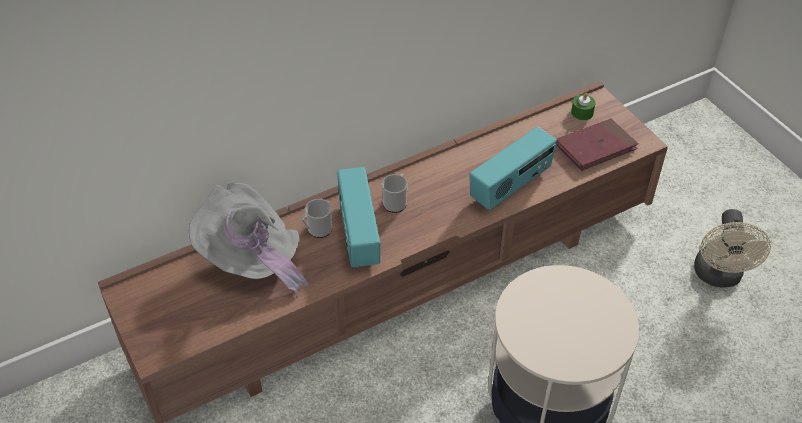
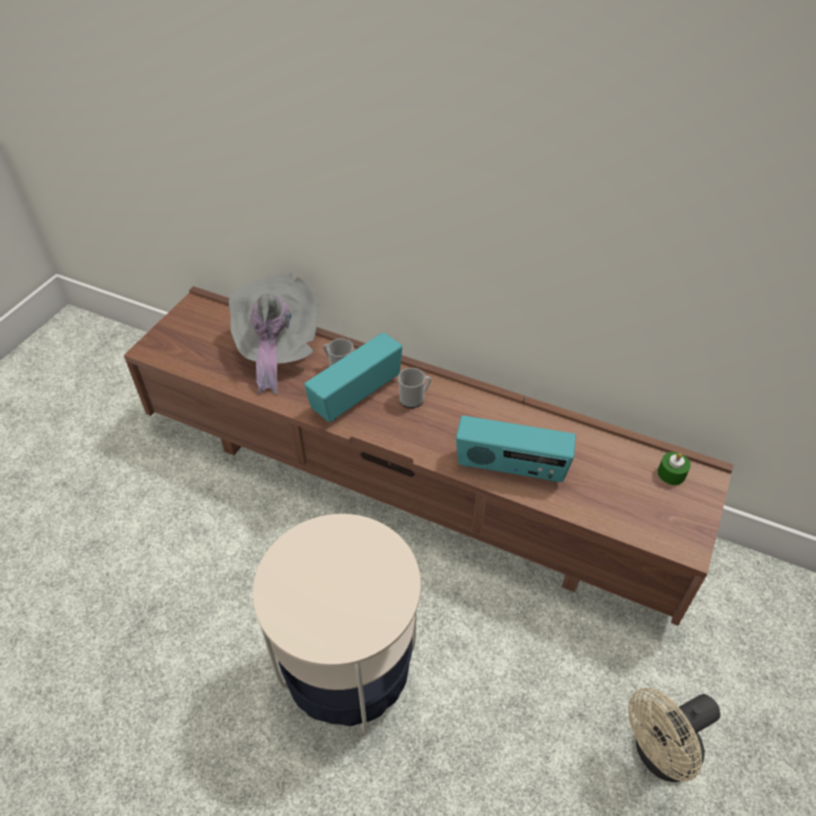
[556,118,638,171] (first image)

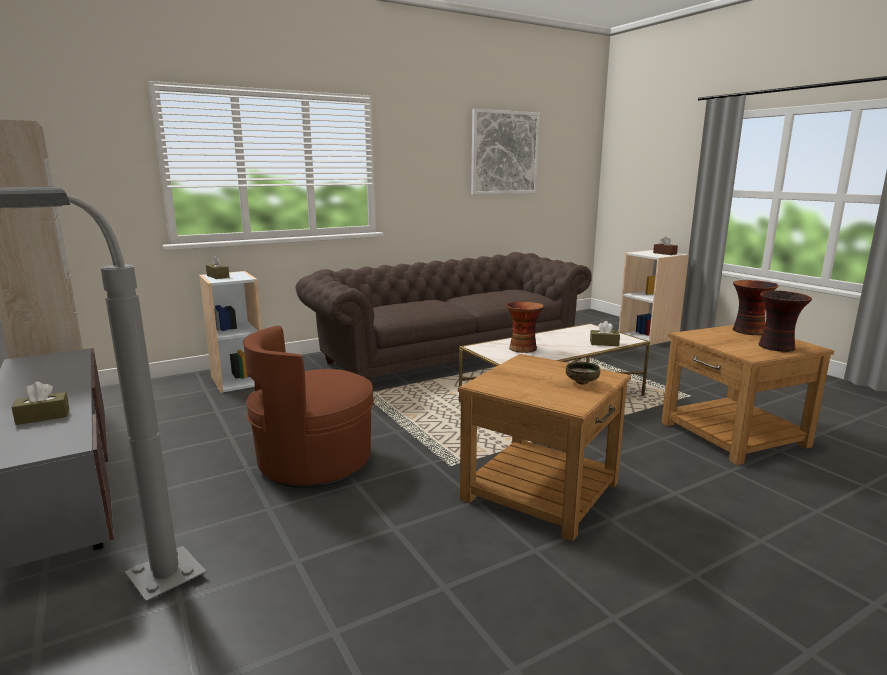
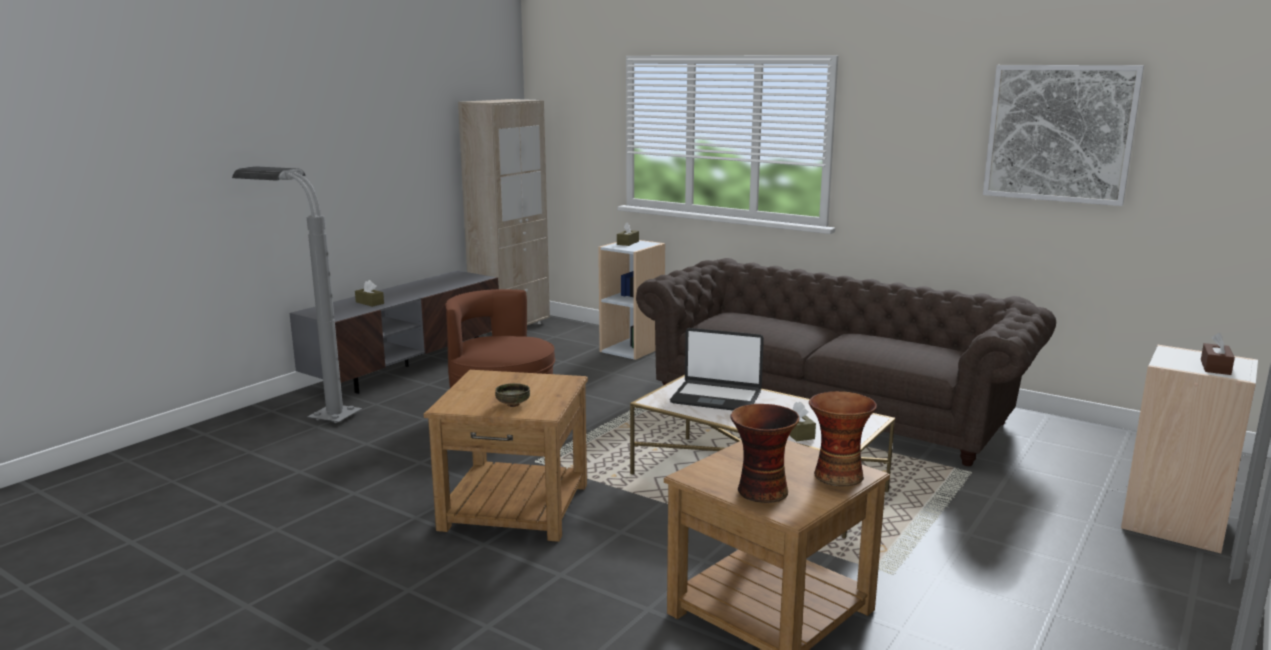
[670,328,764,410]

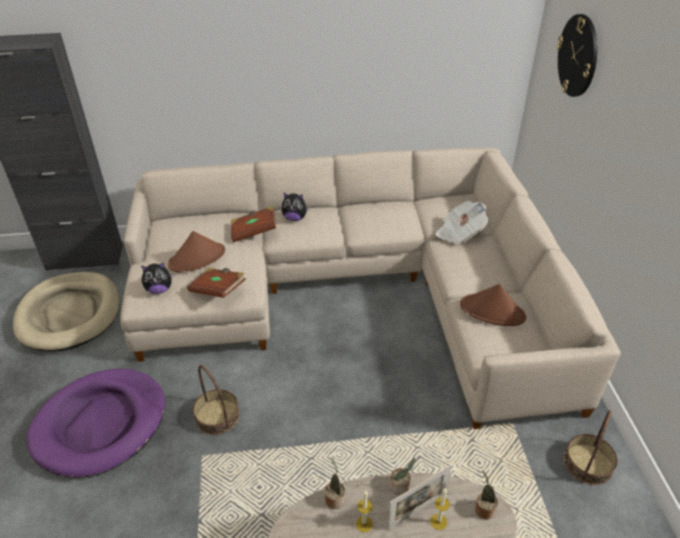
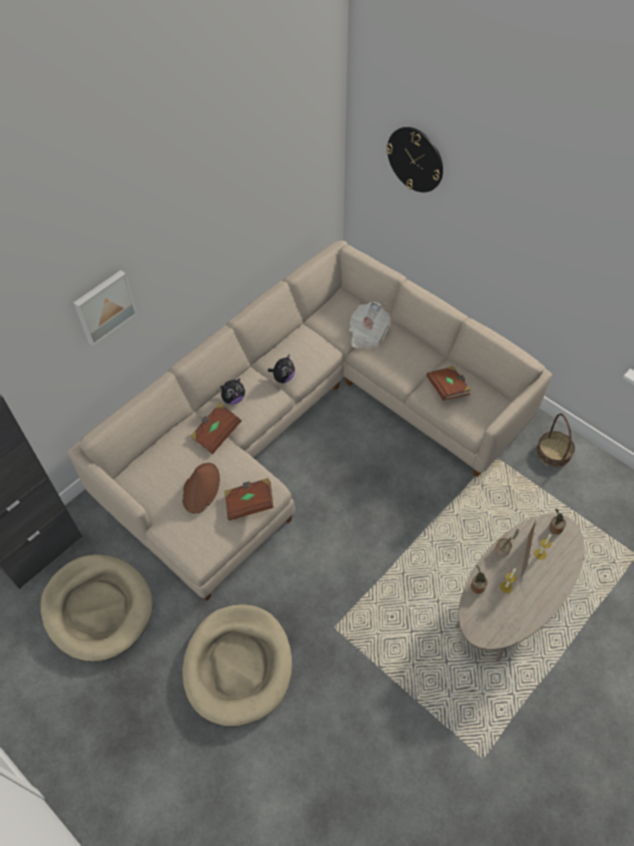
[268,354,295,383]
[427,366,471,401]
[193,365,240,435] (first image)
[183,604,292,726]
[73,270,137,346]

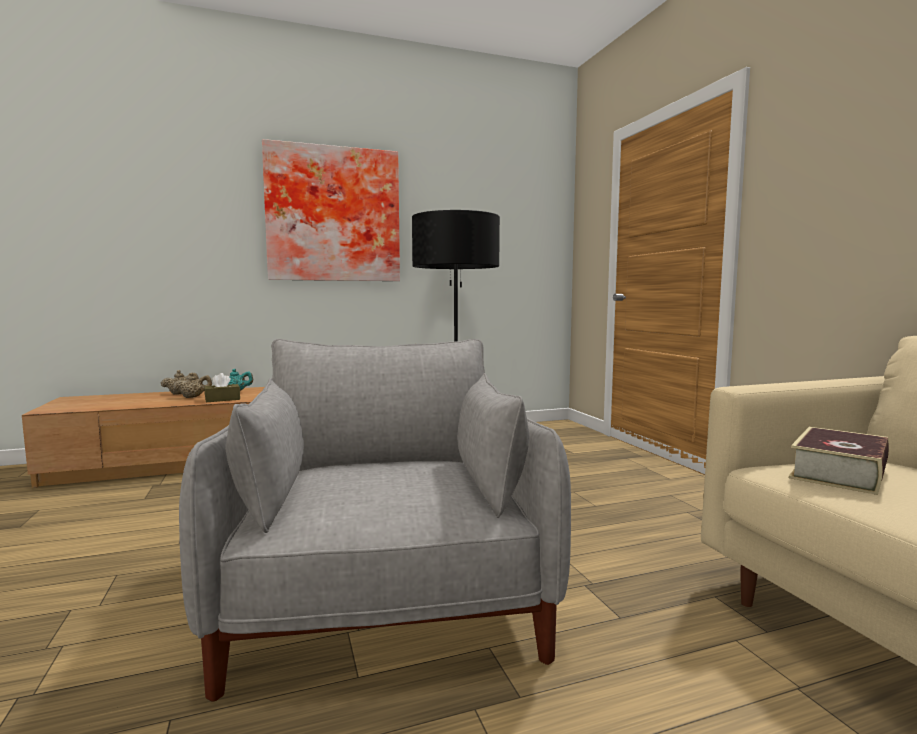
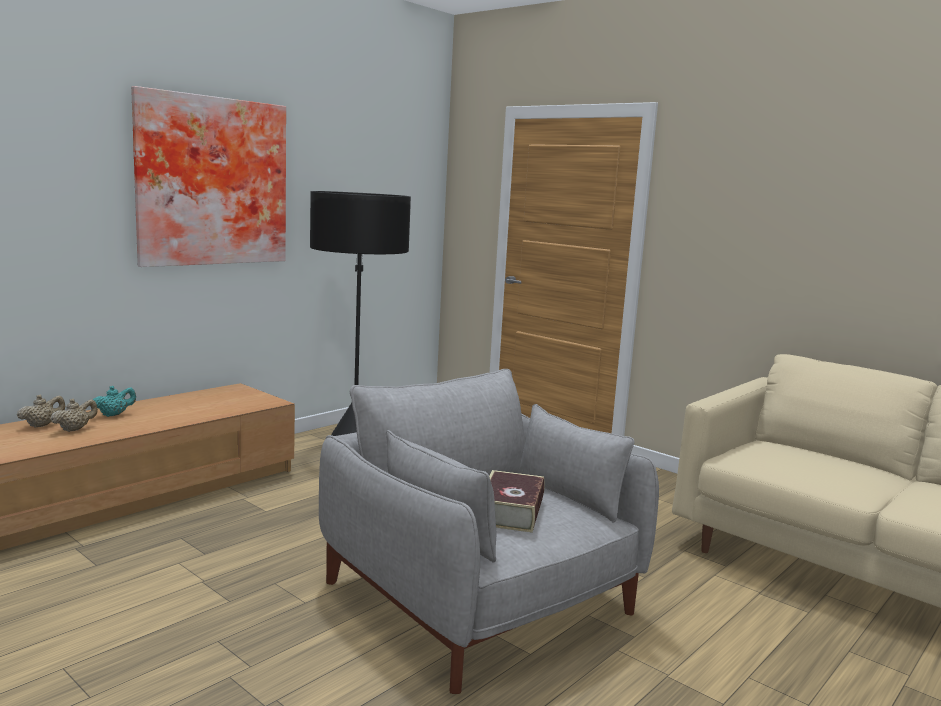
[204,373,240,402] (first image)
[489,470,545,533]

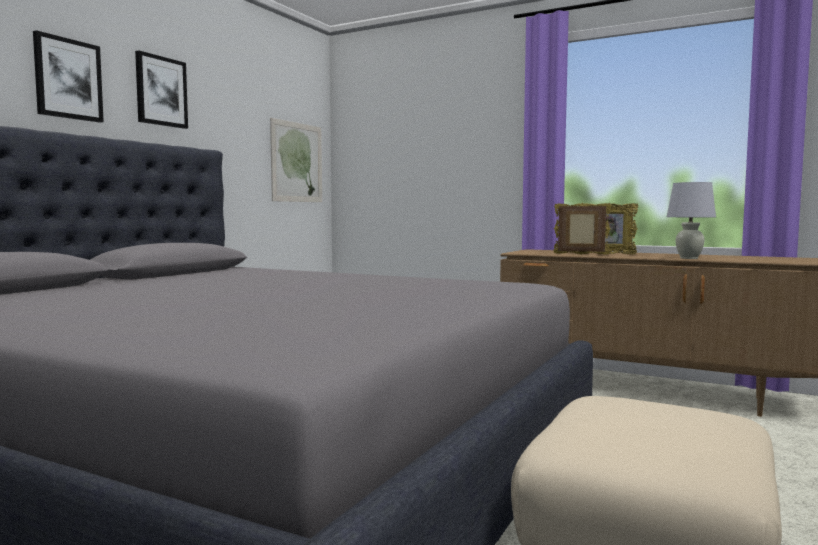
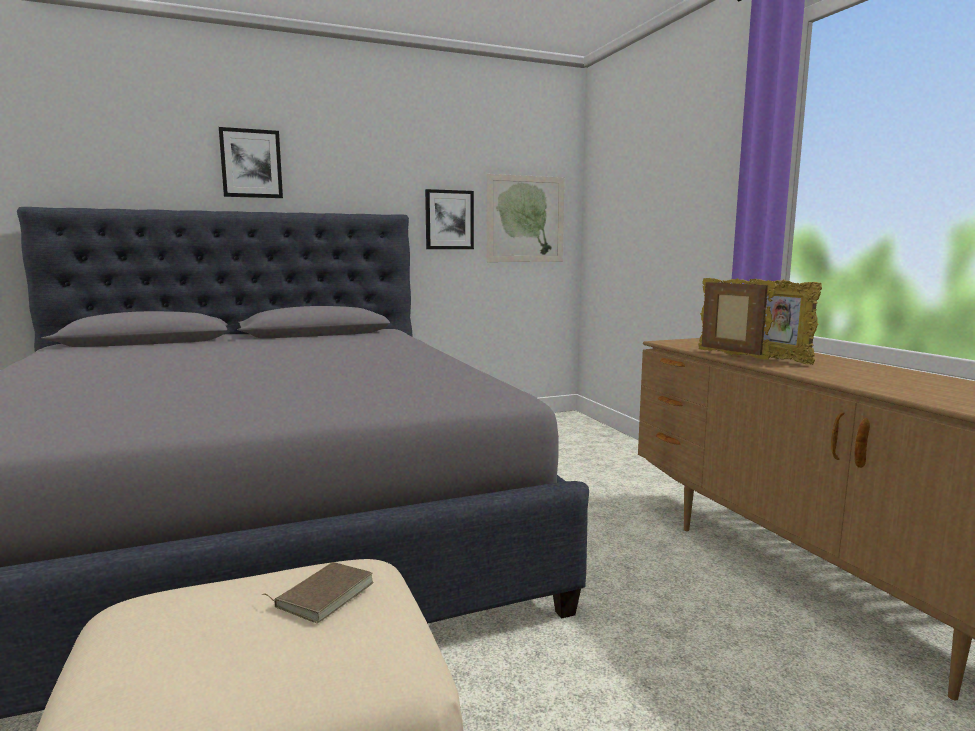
[425,189,474,249]
[667,182,716,259] (first image)
[262,562,373,623]

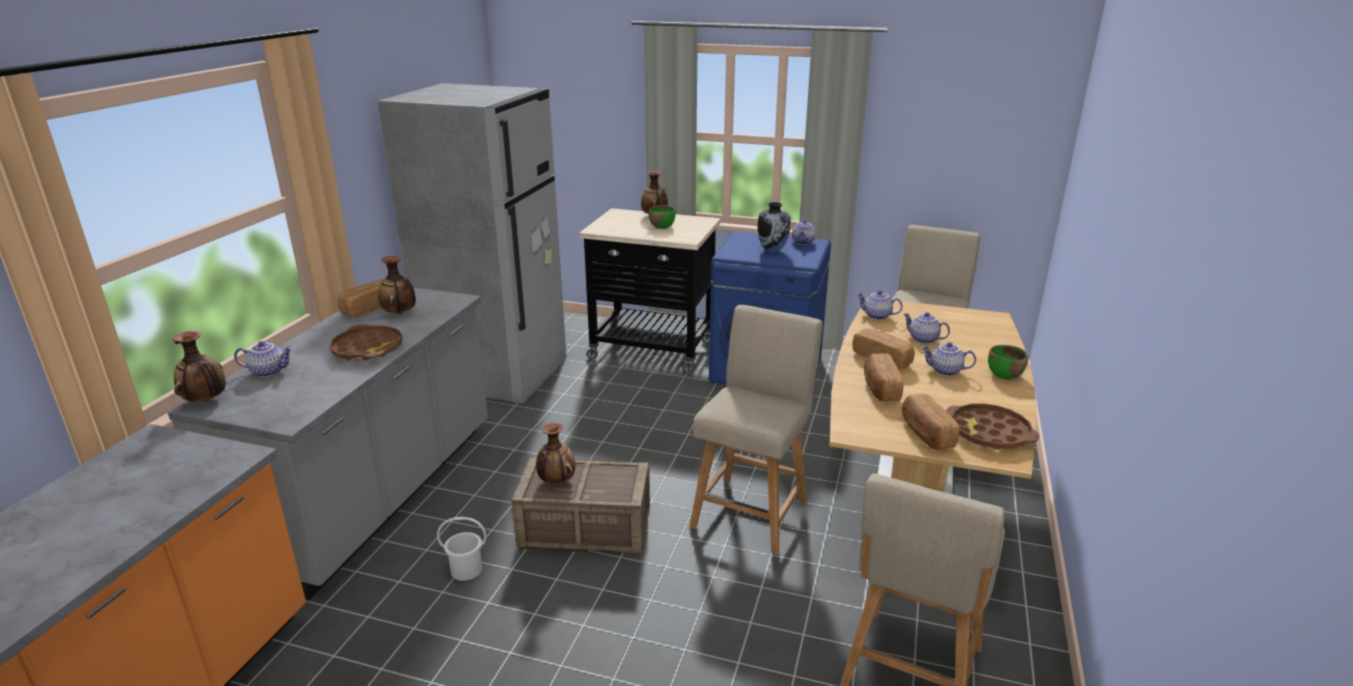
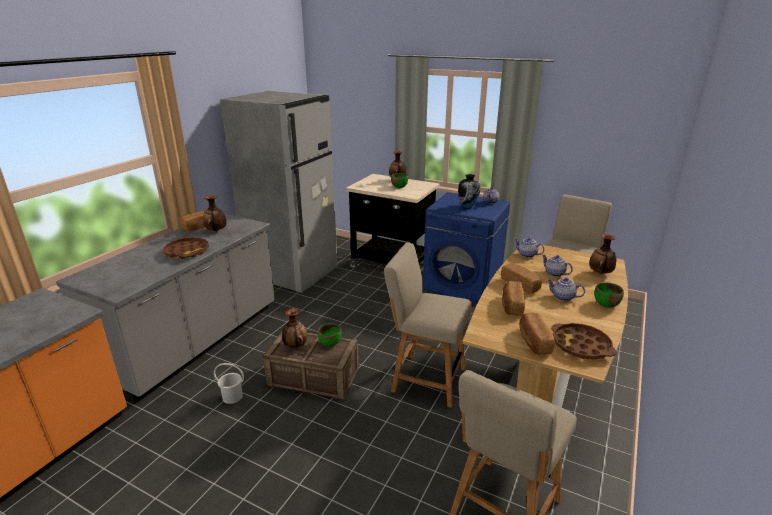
[384,243,471,408]
[589,234,616,274]
[234,341,293,377] (first image)
[318,323,342,347]

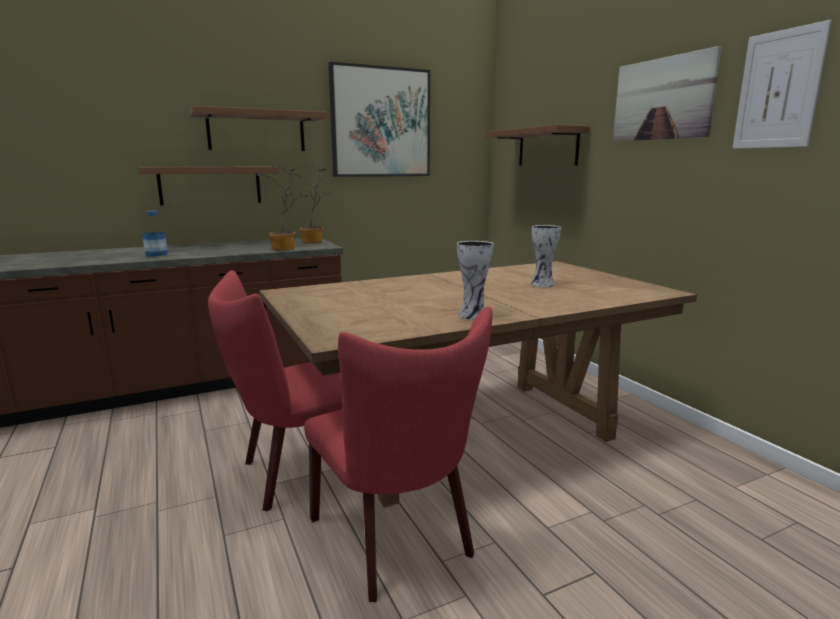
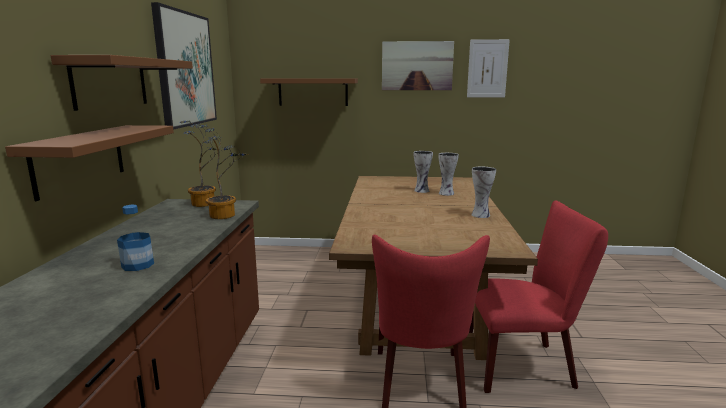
[438,153,459,196]

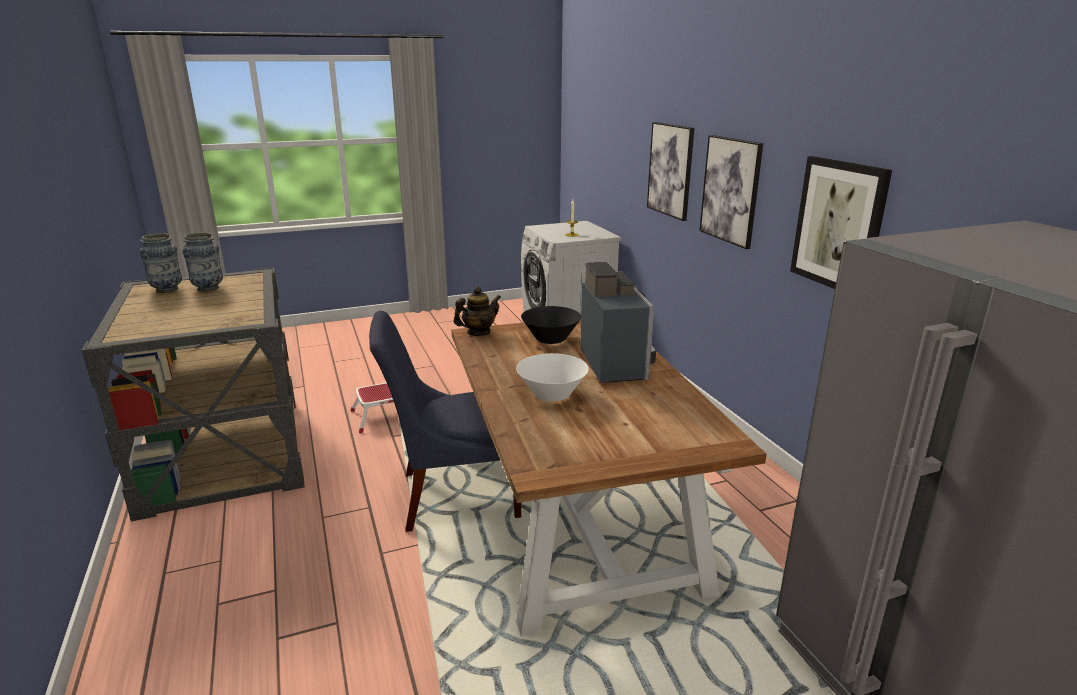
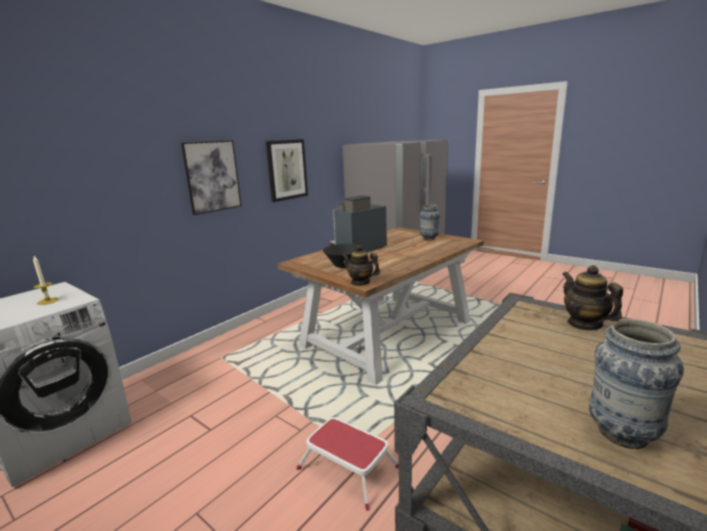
[647,122,694,221] (first image)
[420,204,440,240]
[369,311,521,532] (first image)
[516,353,589,402] (first image)
[562,265,623,331]

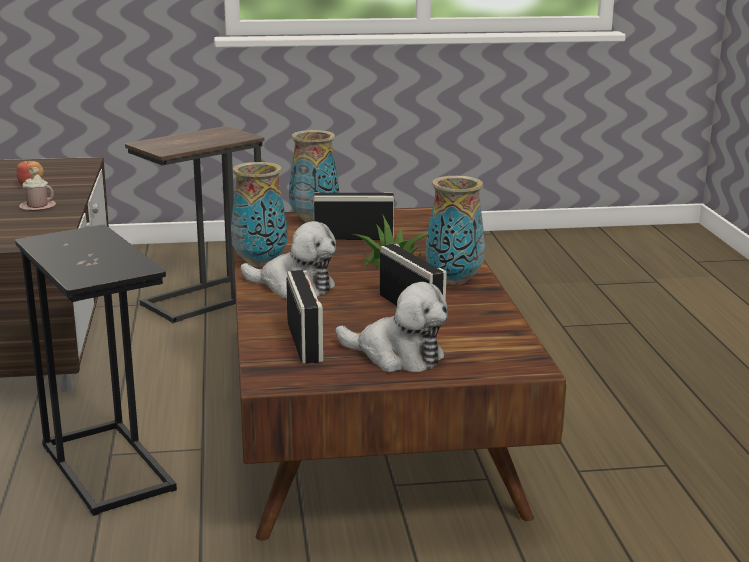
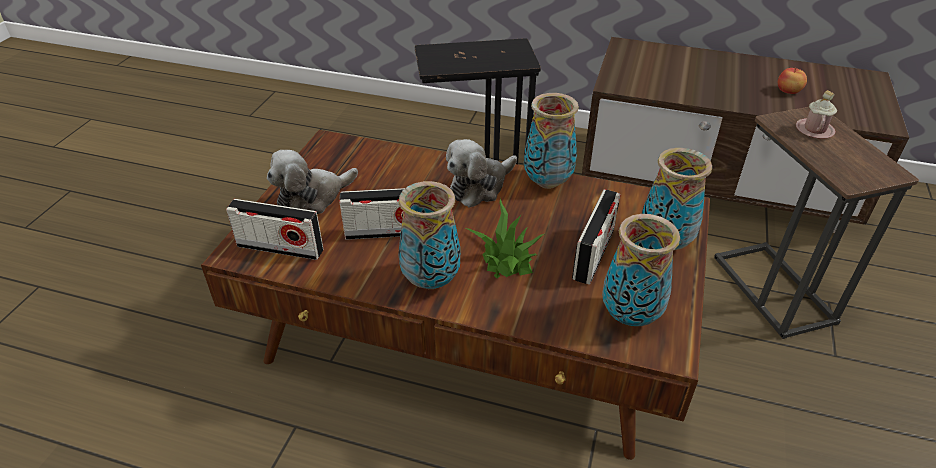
[796,90,837,139]
[226,199,323,260]
[602,214,680,326]

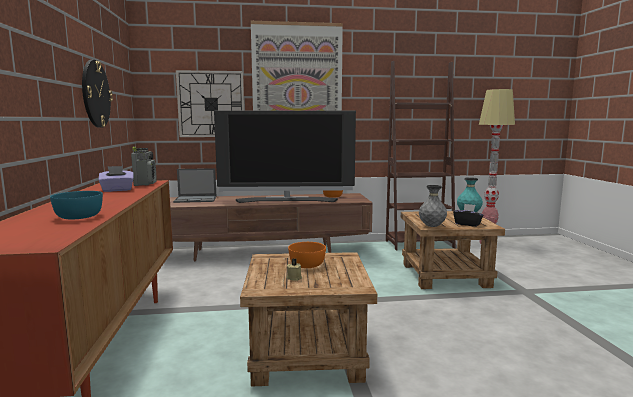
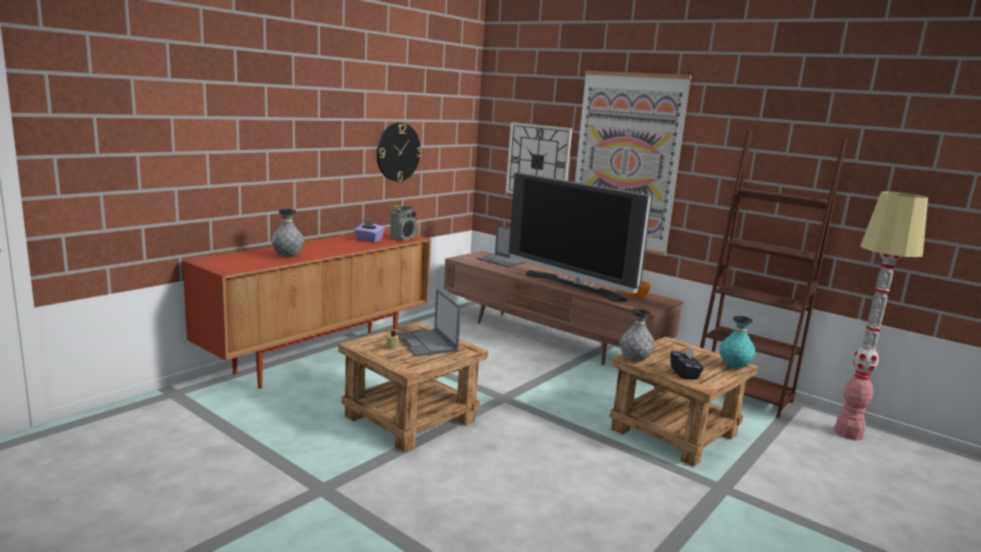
[271,209,304,257]
[395,289,461,357]

